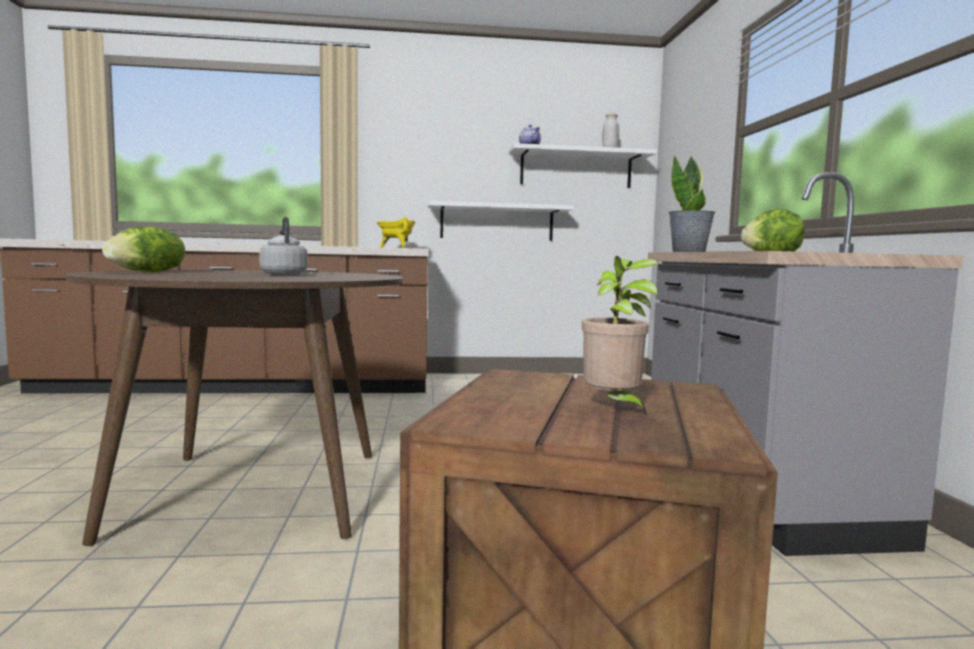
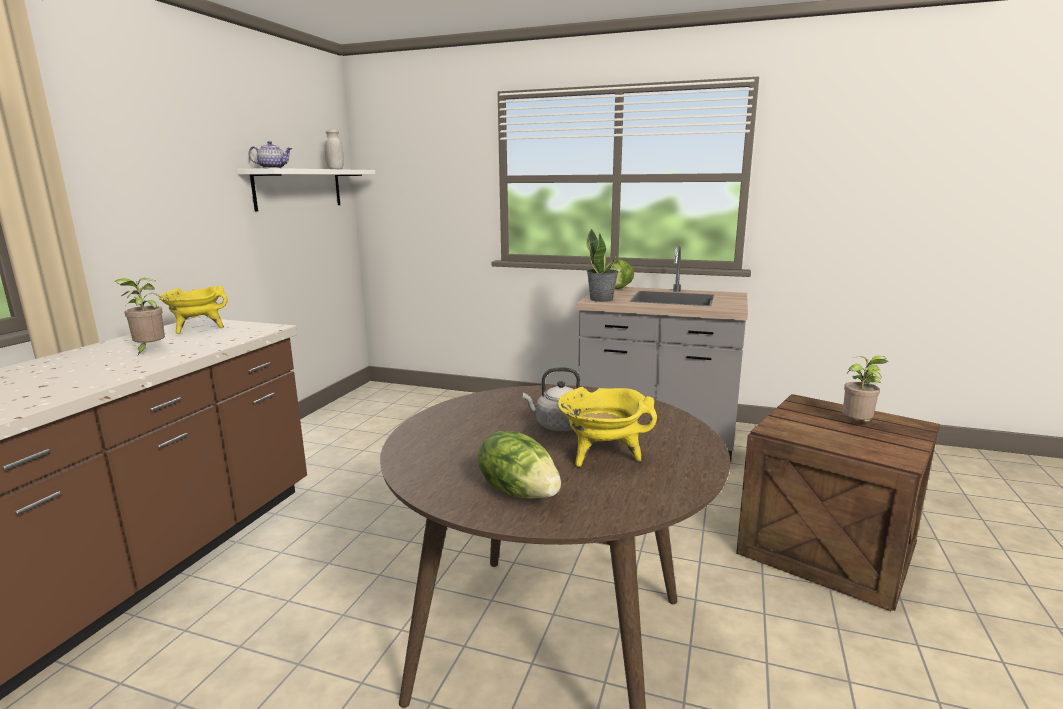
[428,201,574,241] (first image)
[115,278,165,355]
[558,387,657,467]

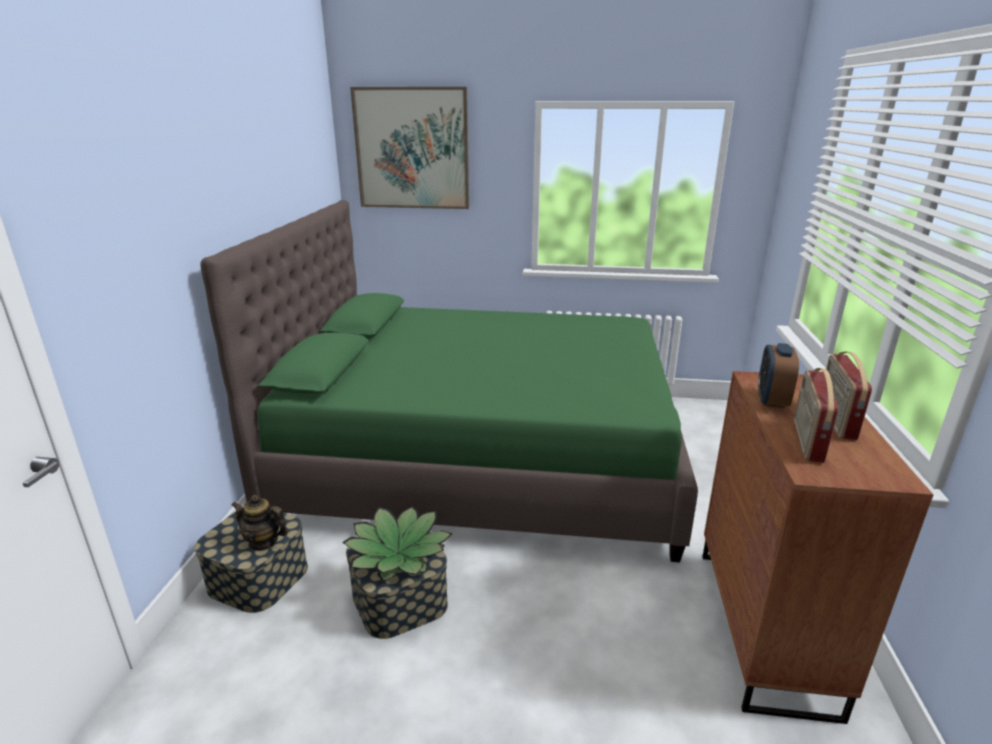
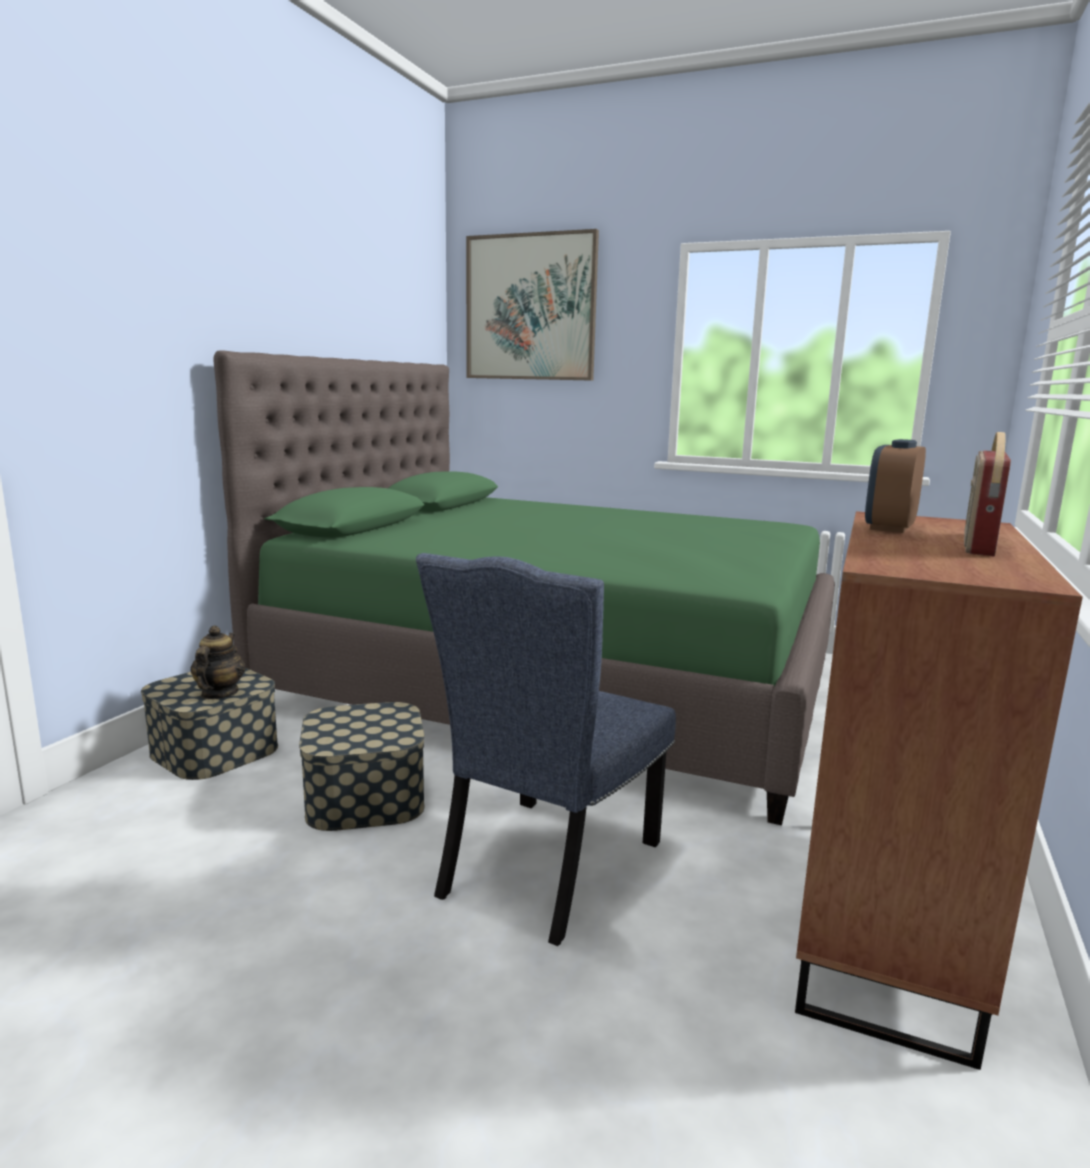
[794,368,838,463] (first image)
[190,626,245,699]
[342,506,453,581] (first image)
[416,553,676,946]

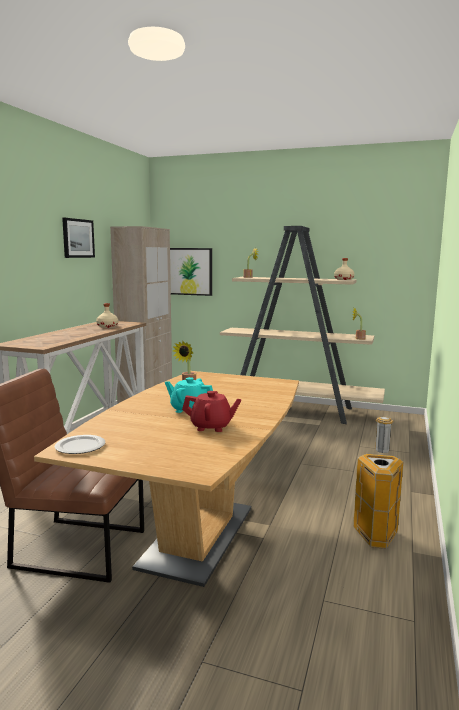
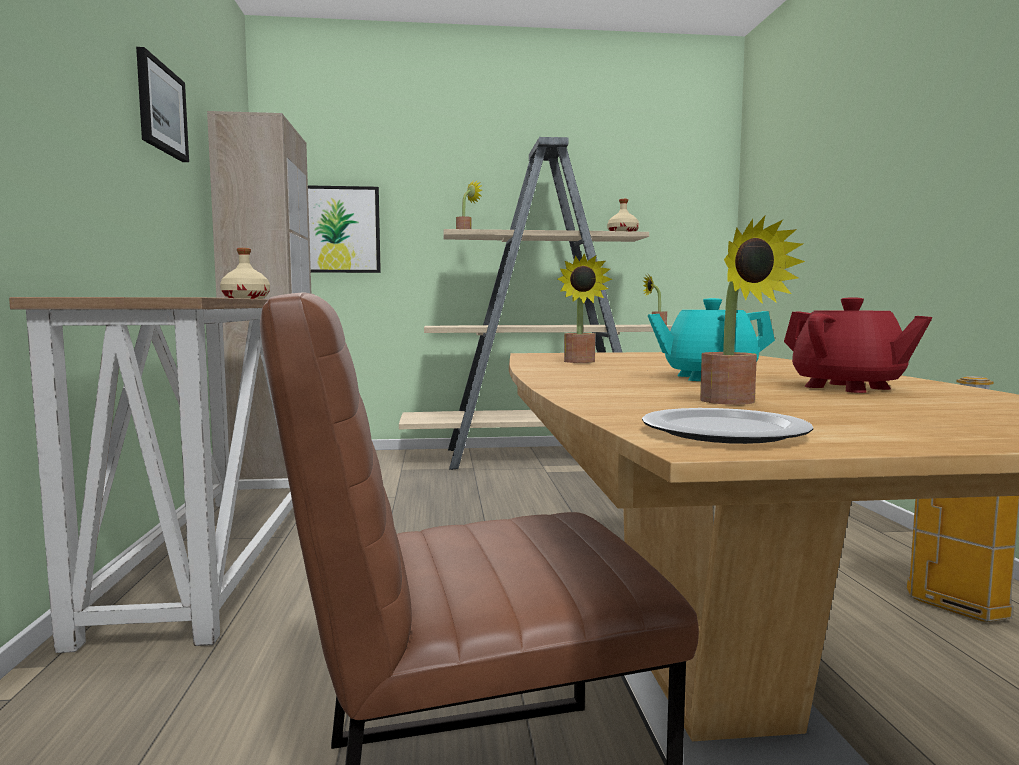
[784,298,932,393]
[700,216,805,405]

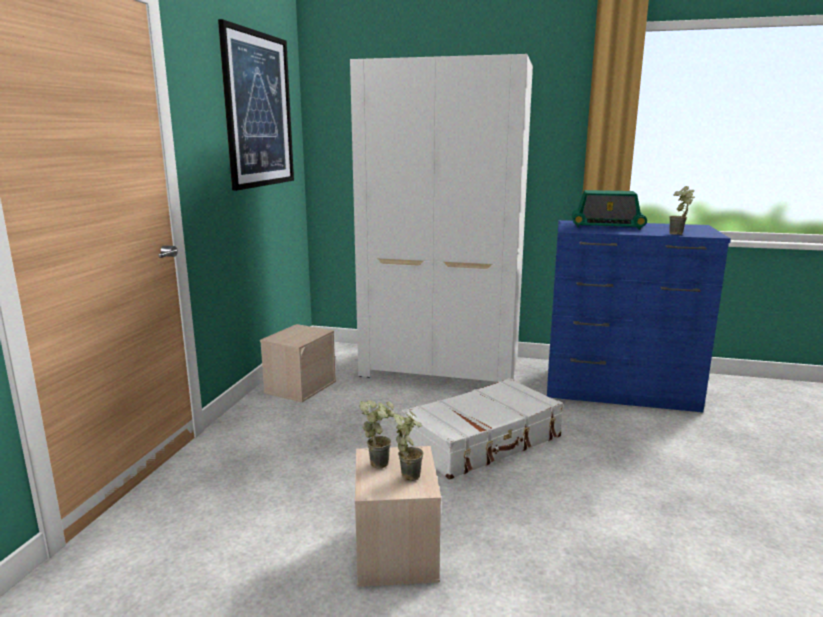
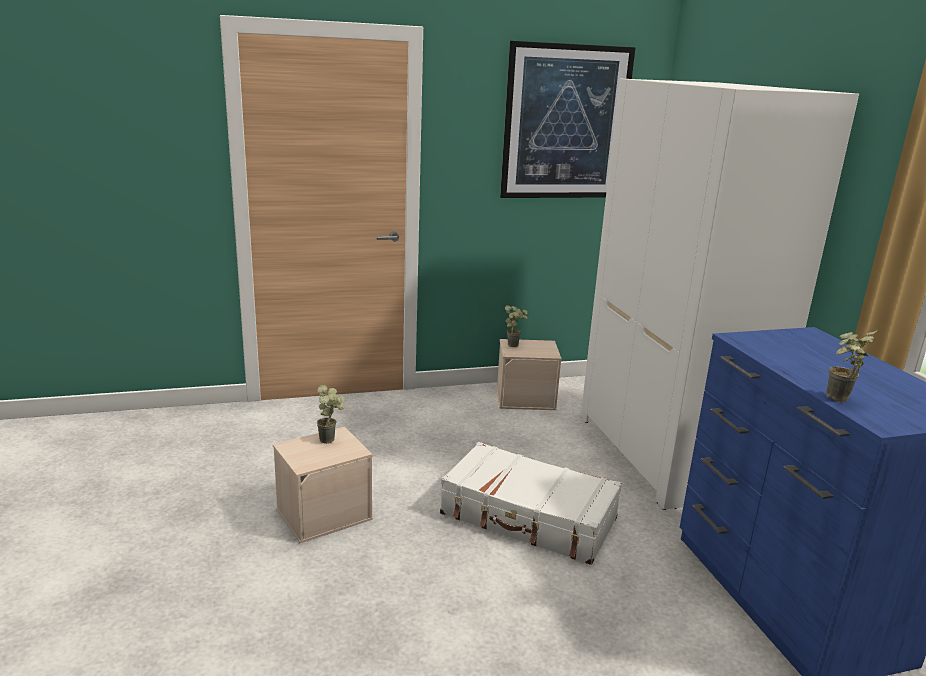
[572,190,647,230] (first image)
[505,305,527,347]

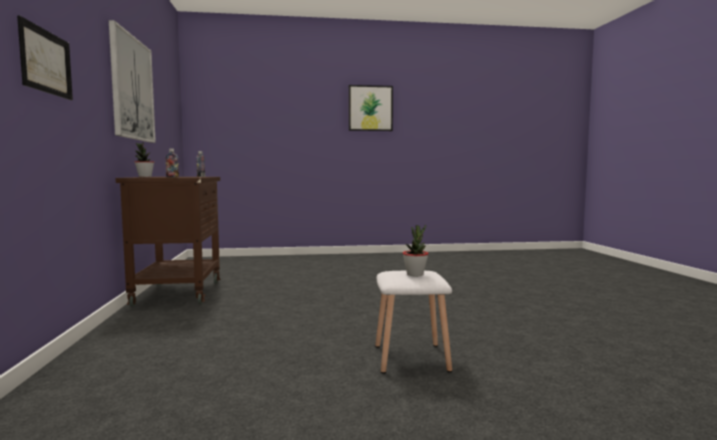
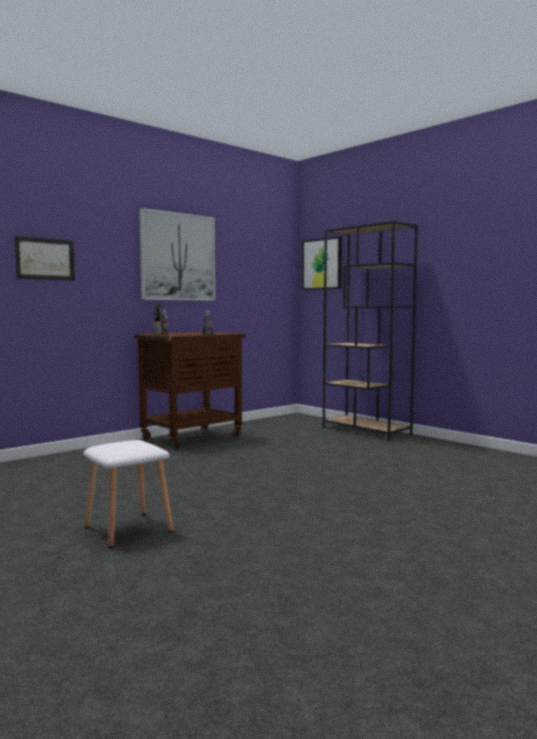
[302,236,342,290]
[403,224,428,276] (first image)
[323,221,418,441]

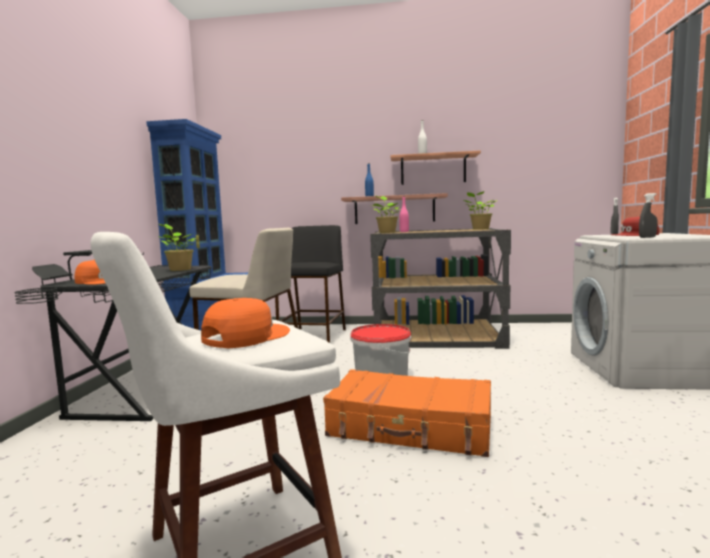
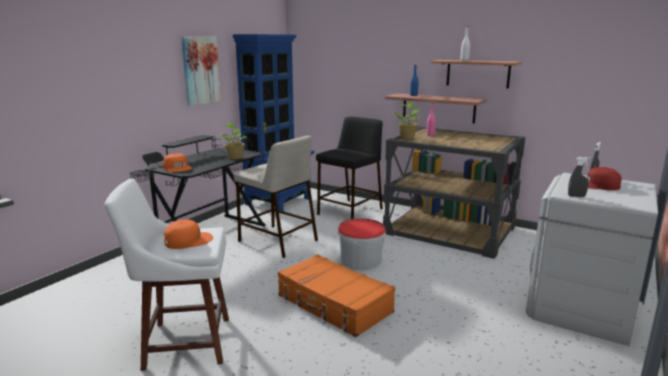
[464,191,497,230] (first image)
[181,37,221,106]

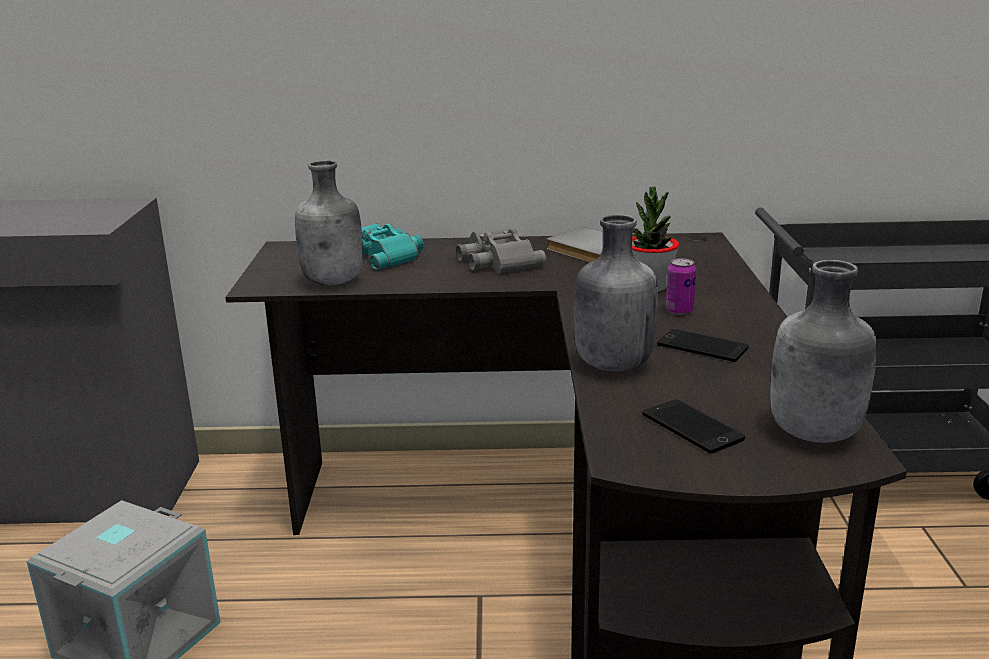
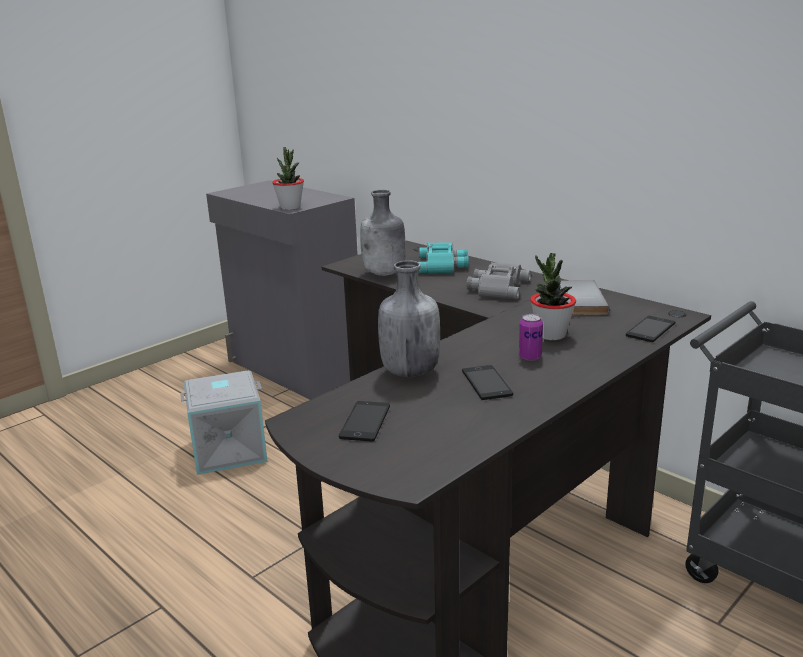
[770,260,877,443] (first image)
[272,147,304,210]
[626,316,675,342]

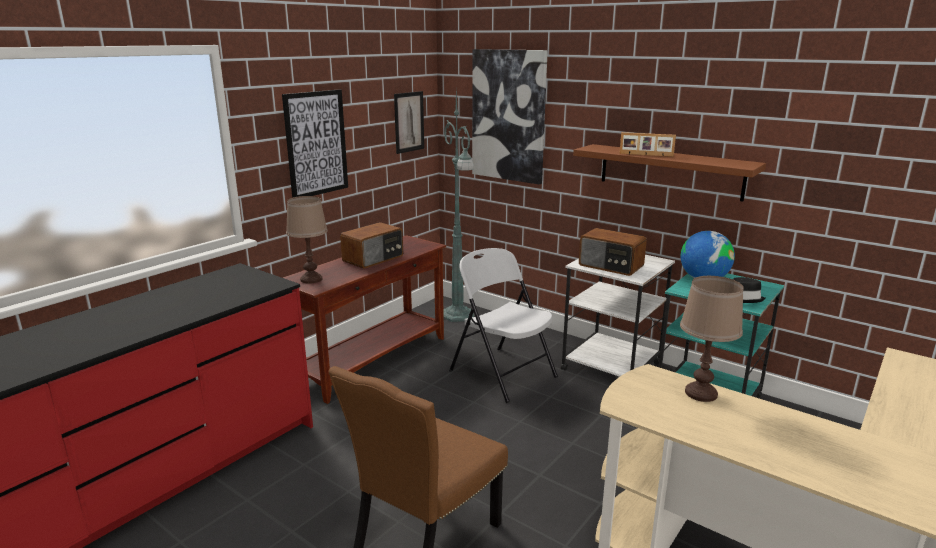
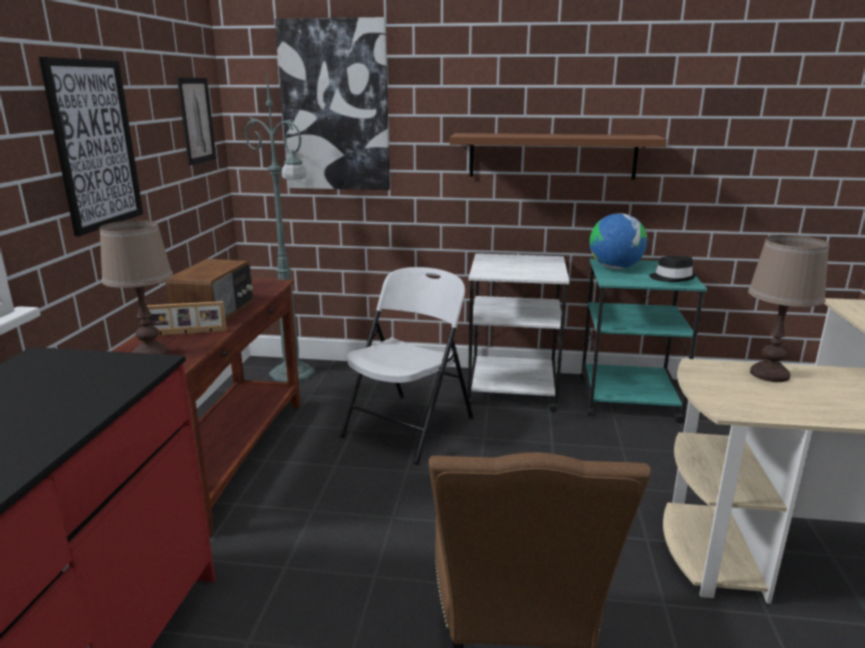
[147,301,227,336]
[579,228,647,276] (first image)
[340,267,474,465]

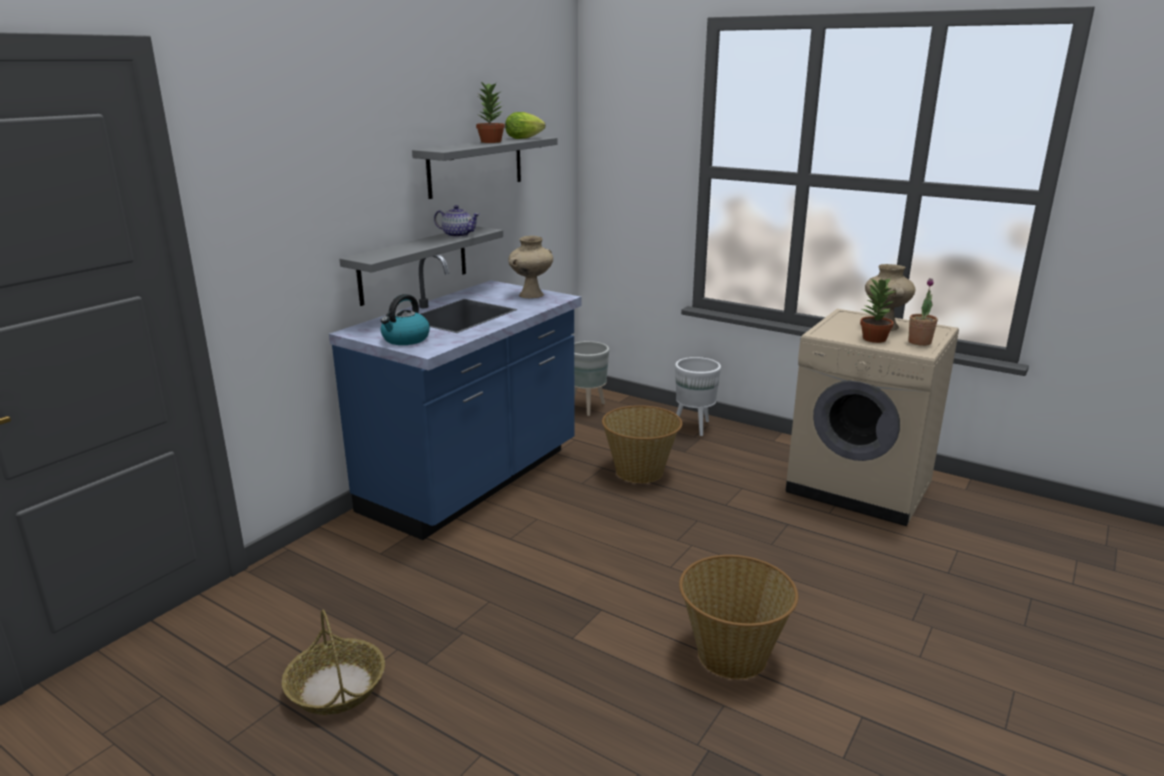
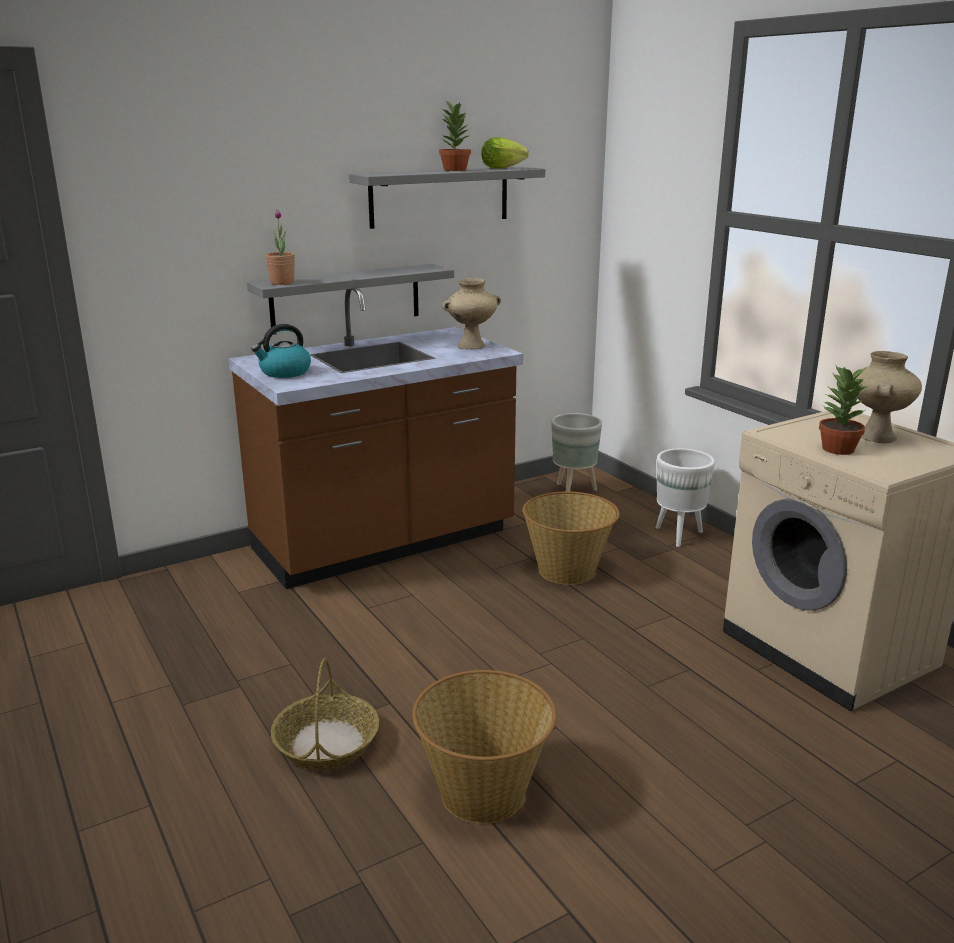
[434,205,480,238] (first image)
[228,288,523,589]
[266,210,295,285]
[271,658,379,770]

